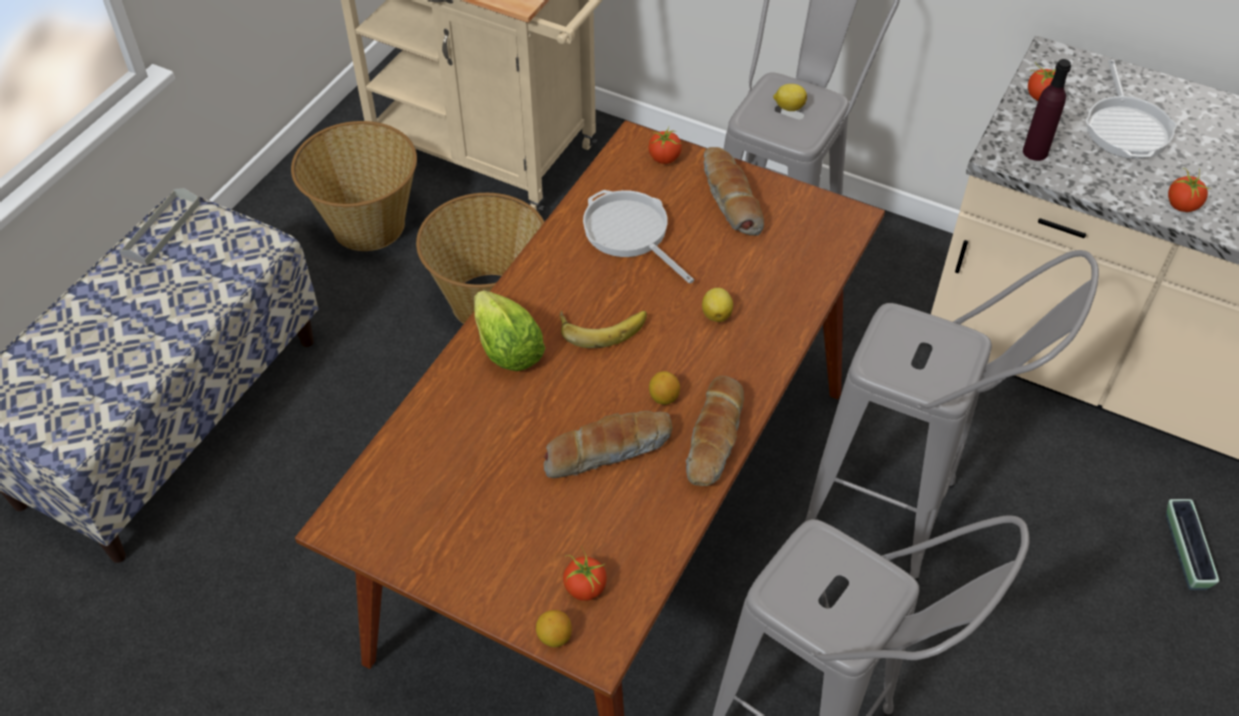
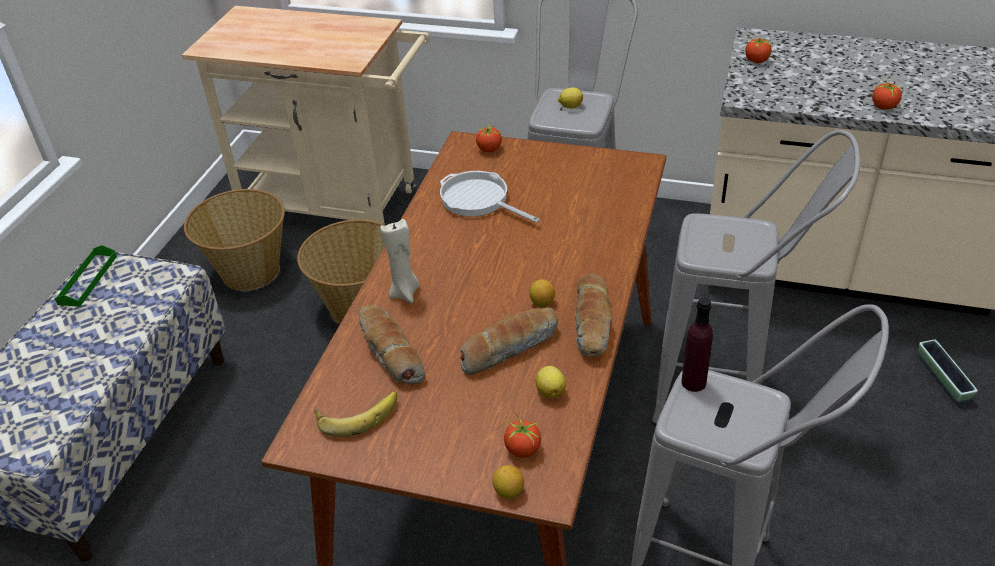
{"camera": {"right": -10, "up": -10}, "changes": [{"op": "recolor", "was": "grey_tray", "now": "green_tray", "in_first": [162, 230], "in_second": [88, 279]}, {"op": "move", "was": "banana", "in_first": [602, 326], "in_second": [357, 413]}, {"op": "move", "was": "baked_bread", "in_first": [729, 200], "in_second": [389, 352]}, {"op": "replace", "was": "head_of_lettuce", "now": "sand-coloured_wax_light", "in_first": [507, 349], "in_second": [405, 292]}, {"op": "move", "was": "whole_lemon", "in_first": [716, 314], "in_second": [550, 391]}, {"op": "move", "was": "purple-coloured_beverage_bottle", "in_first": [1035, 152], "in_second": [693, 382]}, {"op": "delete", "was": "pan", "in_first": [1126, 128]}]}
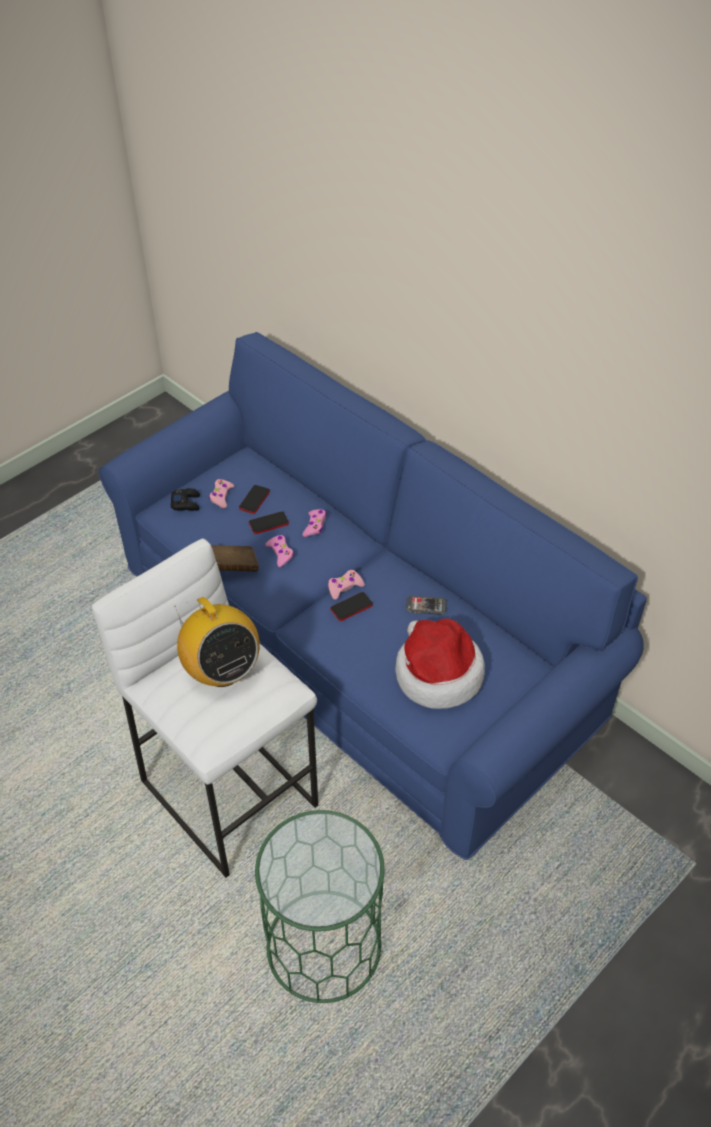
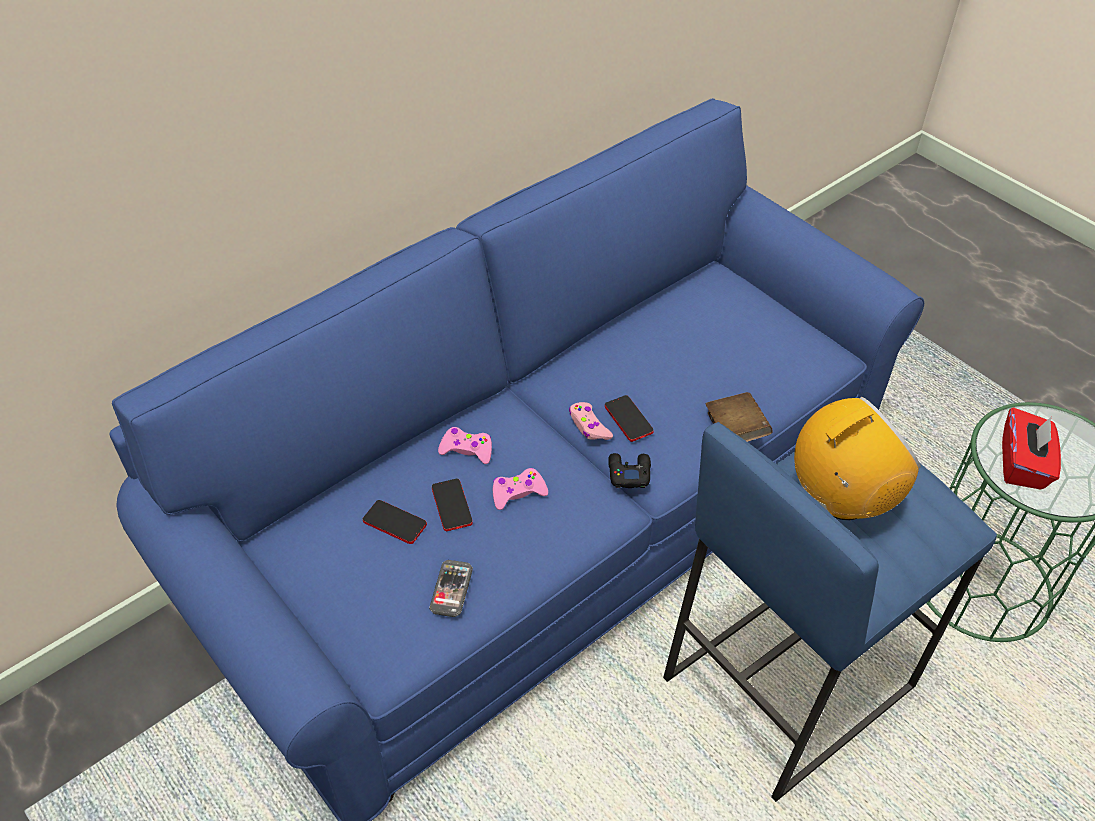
{"camera": {"right": -85, "up": 0}, "changes": [{"op": "move", "was": "handset", "in_first": [426, 606], "in_second": [451, 589]}, {"op": "move", "was": "blackish_game_controller", "in_first": [186, 503], "in_second": [628, 473]}, {"op": "recolor", "was": "whitish_stool", "now": "bluish_stool", "in_first": [230, 792], "in_second": [787, 680]}, {"op": "move", "was": "brown-coloured_bound_book", "in_first": [233, 567], "in_second": [735, 431]}, {"op": "insert", "now": "red_tissue_box", "in_second": [1023, 465]}, {"op": "delete", "was": "pink_game_controller", "in_first": [221, 496]}, {"op": "delete", "was": "clothing_hat", "in_first": [437, 674]}]}
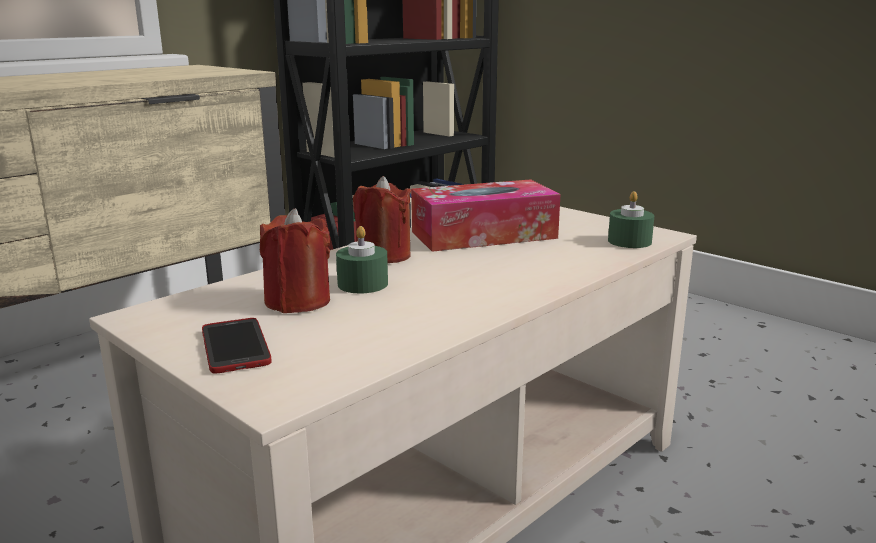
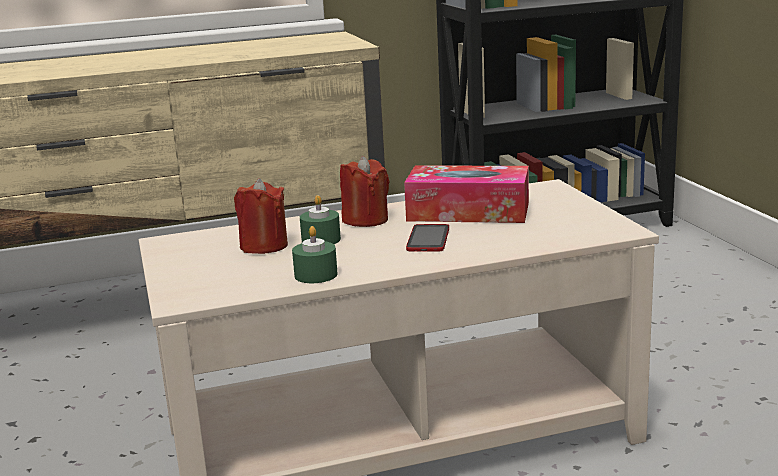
{"camera": {"right": 30, "up": 0}, "changes": [{"op": "move", "was": "green_wax_light", "in_first": [629, 241], "in_second": [316, 275]}, {"op": "move", "was": "handset", "in_first": [235, 347], "in_second": [428, 239]}]}
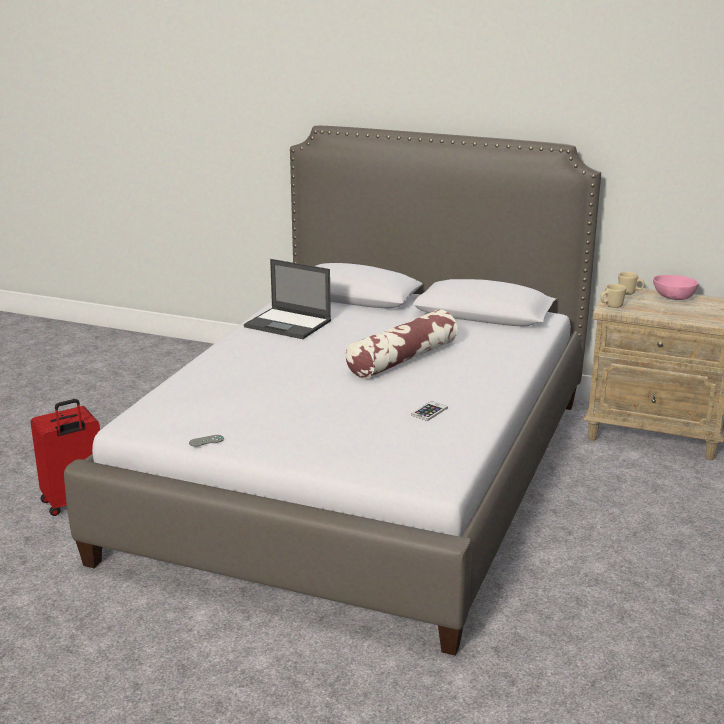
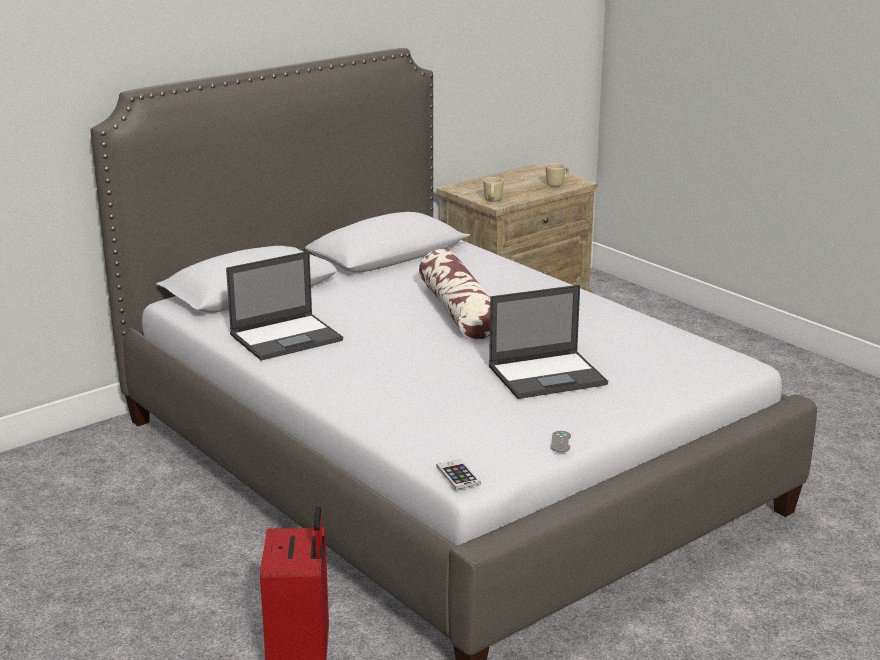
{"camera": {"right": -60, "up": 0}, "changes": [{"op": "move", "was": "handset", "in_first": [429, 411], "in_second": [458, 475]}, {"op": "insert", "now": "laptop", "in_second": [548, 375]}, {"op": "move", "was": "sand-coloured_coffee_mug", "in_first": [630, 293], "in_second": [557, 184]}, {"op": "delete", "was": "pink_bowl", "in_first": [674, 297]}]}
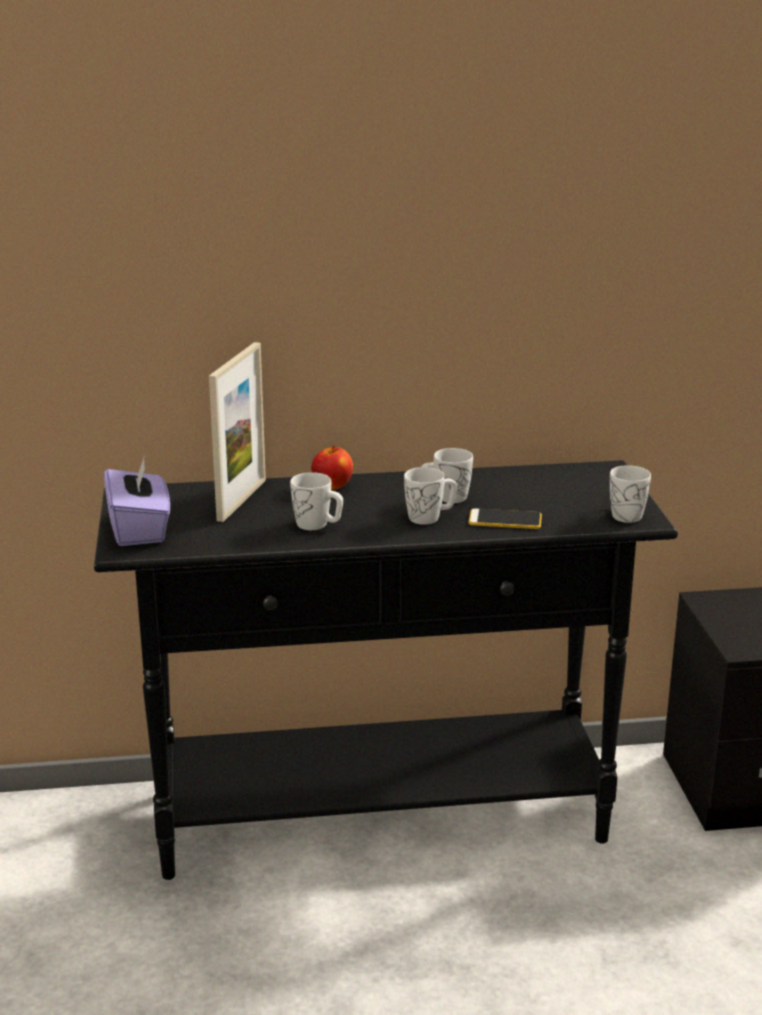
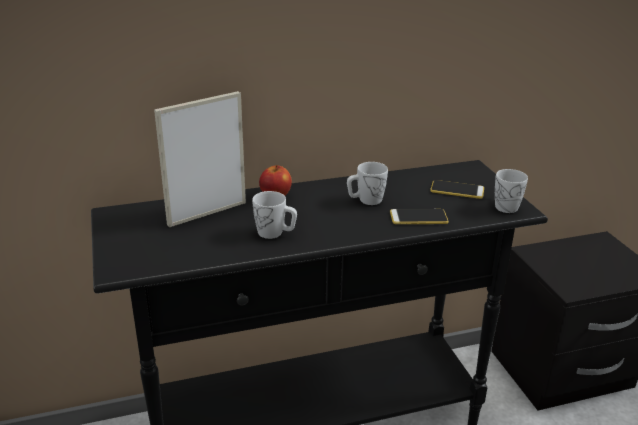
{"camera": {"right": -10, "up": 5}, "changes": [{"op": "rotate", "was": "photo_frame", "in_first": [242, 500], "in_second": [207, 213], "clockwise": -135}, {"op": "insert", "now": "handset", "in_second": [457, 190]}, {"op": "delete", "was": "purple-coloured_tissue_box", "in_first": [140, 529]}, {"op": "delete", "was": "whitish_coffee_mug", "in_first": [430, 517]}]}
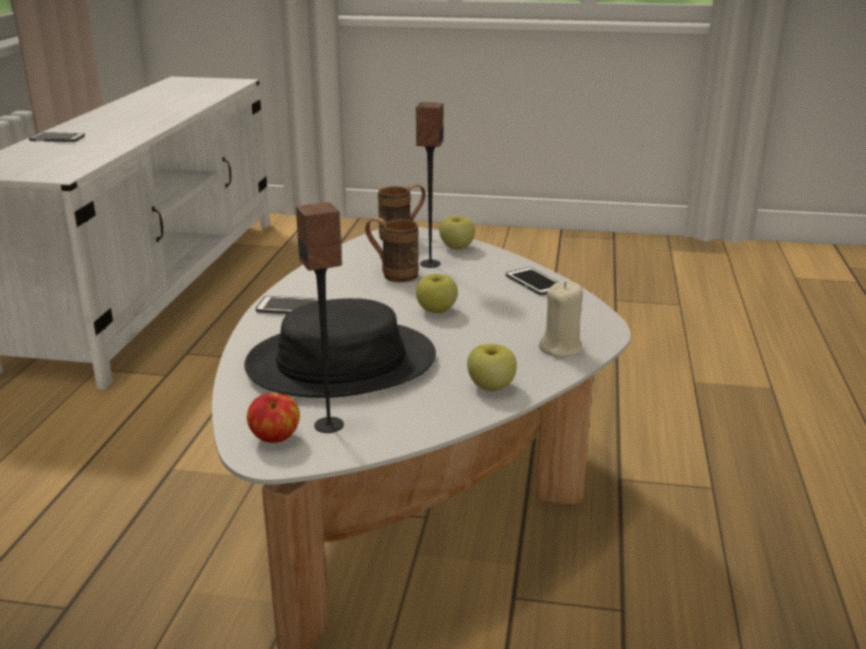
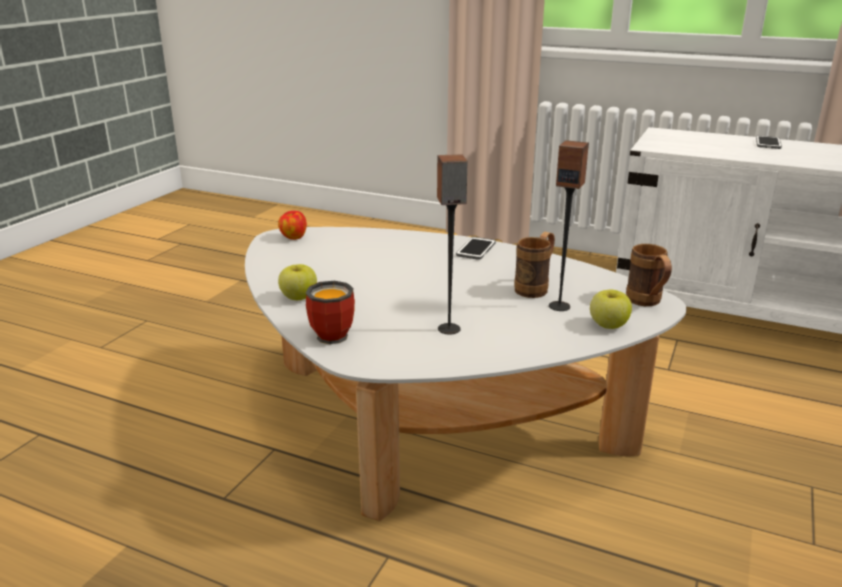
{"camera": {"right": 105, "up": 0}, "changes": [{"op": "replace", "was": "sand-coloured_wax_light", "now": "coffee_mug", "in_first": [561, 348], "in_second": [337, 334]}, {"op": "move", "was": "audio_speaker", "in_first": [329, 425], "in_second": [449, 329]}, {"op": "delete", "was": "blackish_clothing_hat", "in_first": [341, 362]}, {"op": "delete", "was": "apple_fruit", "in_first": [436, 310]}, {"op": "delete", "was": "handset", "in_first": [535, 282]}]}
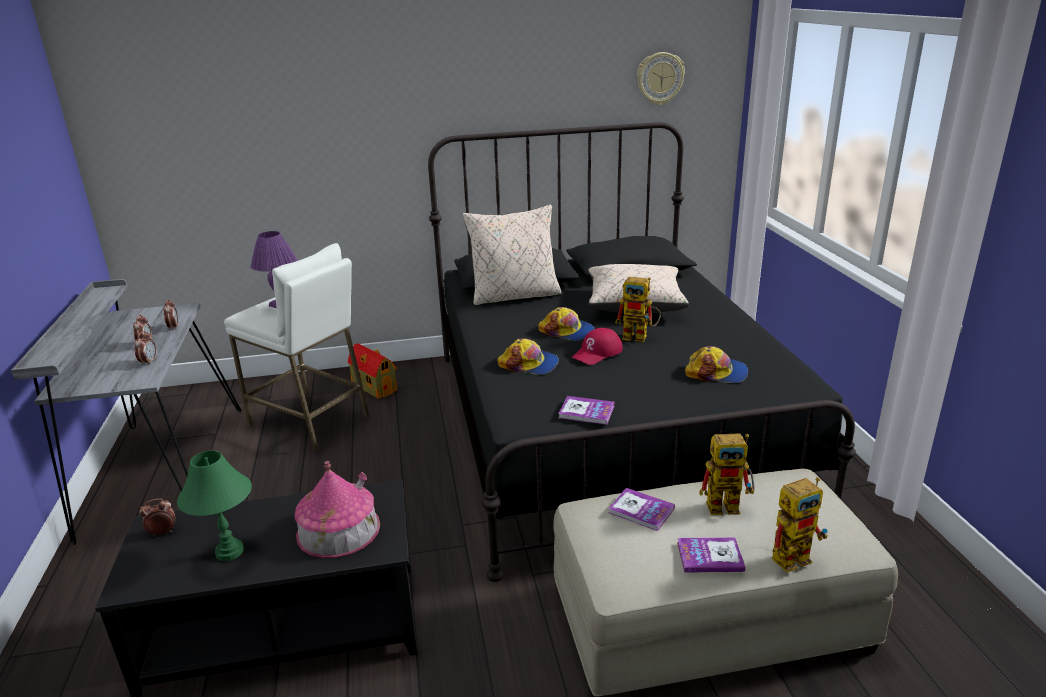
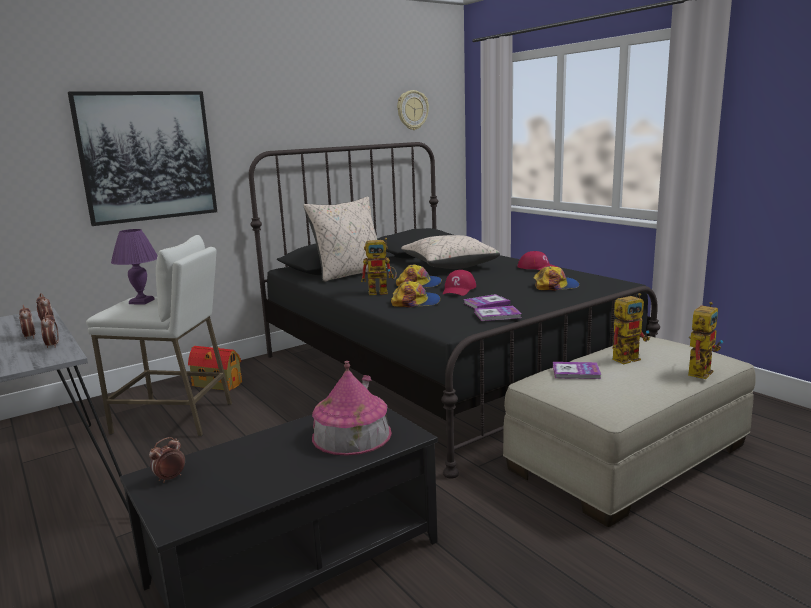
{"camera": {"right": -25, "up": -10}, "changes": [{"op": "insert", "now": "wall_picture", "in_second": [147, 156]}, {"op": "move", "was": "robot_figure", "in_first": [640, 337], "in_second": [382, 292]}, {"op": "move", "was": "bound_book", "in_first": [710, 556], "in_second": [486, 303]}, {"op": "insert", "now": "red_baseball_cap", "in_second": [538, 268]}, {"op": "delete", "was": "green_lamp_for_a_table", "in_first": [230, 551]}]}
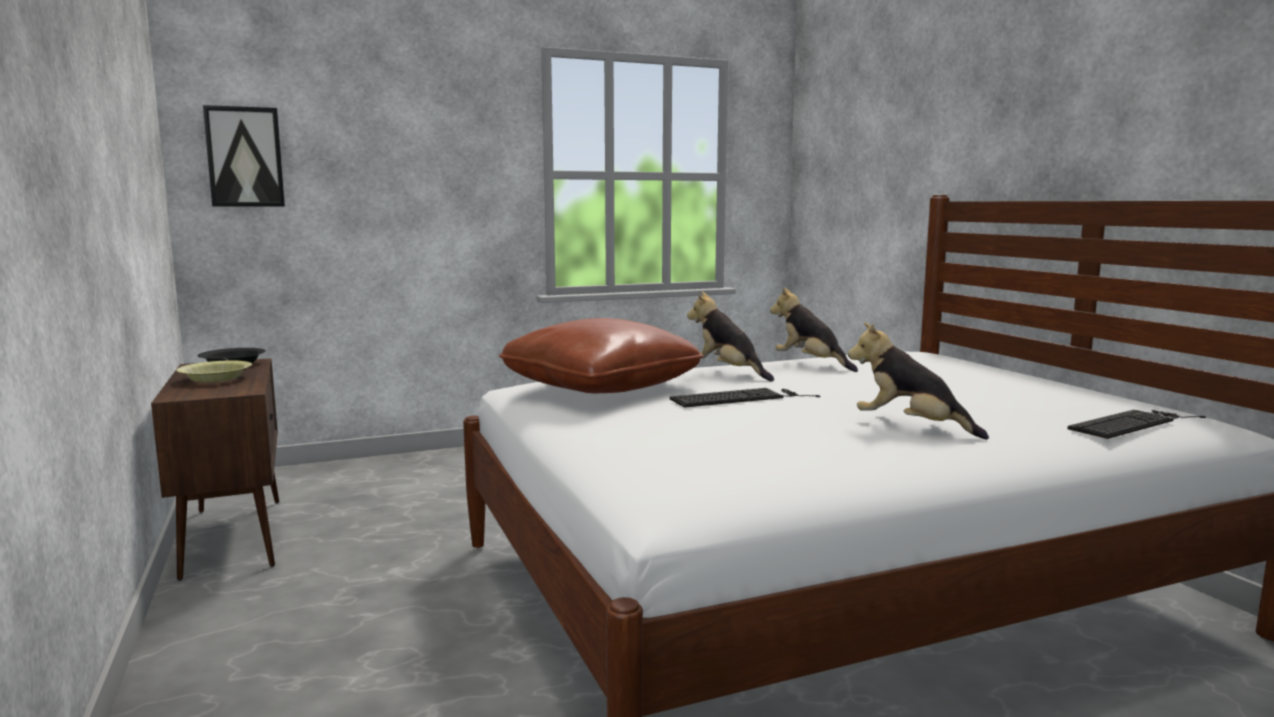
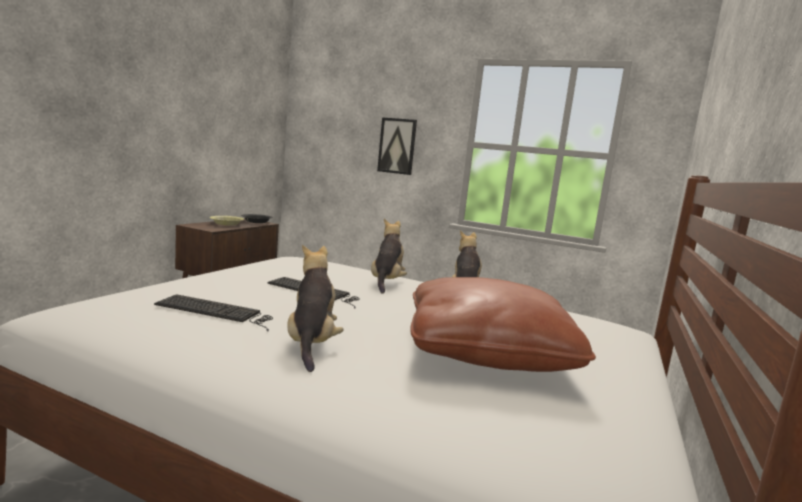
{"camera": {"right": 45, "up": 0}, "changes": [{"op": "move", "was": "keyboard", "in_first": [1132, 423], "in_second": [217, 312]}, {"op": "move", "was": "wall_picture", "in_first": [245, 157], "in_second": [397, 146]}, {"op": "move", "was": "brown-coloured_cushion", "in_first": [600, 387], "in_second": [486, 351]}]}
